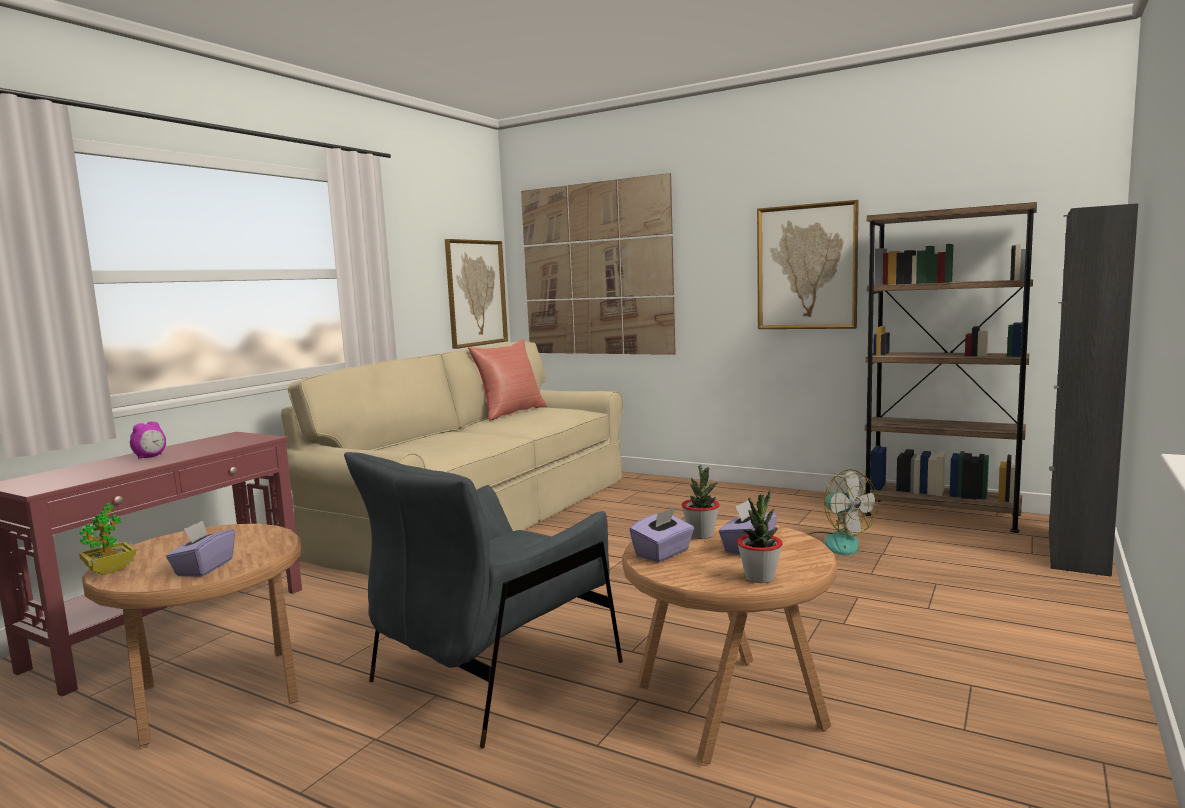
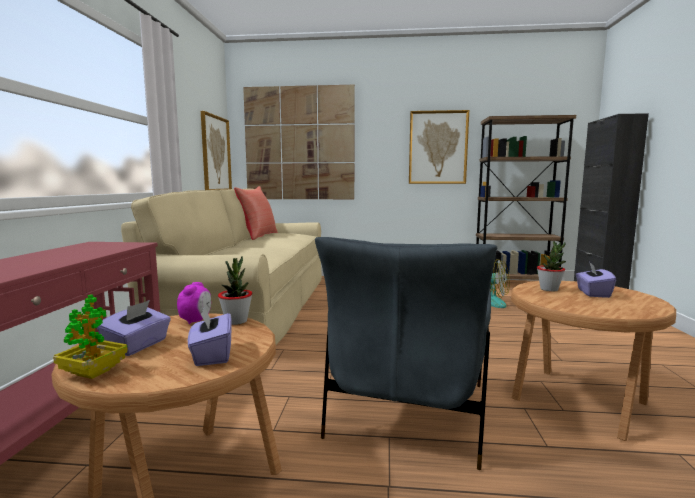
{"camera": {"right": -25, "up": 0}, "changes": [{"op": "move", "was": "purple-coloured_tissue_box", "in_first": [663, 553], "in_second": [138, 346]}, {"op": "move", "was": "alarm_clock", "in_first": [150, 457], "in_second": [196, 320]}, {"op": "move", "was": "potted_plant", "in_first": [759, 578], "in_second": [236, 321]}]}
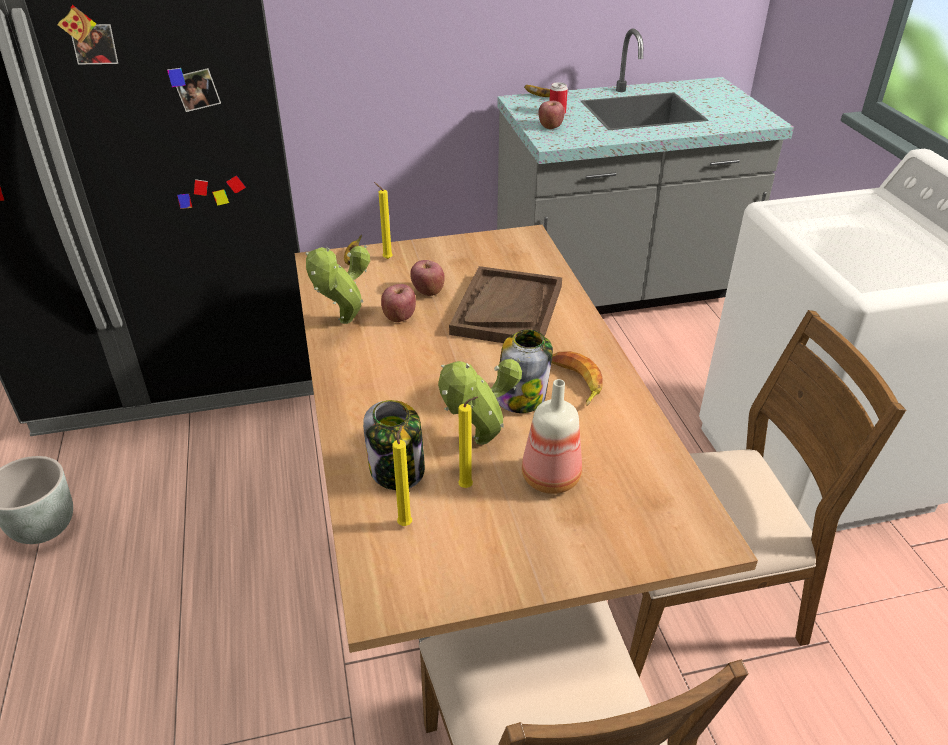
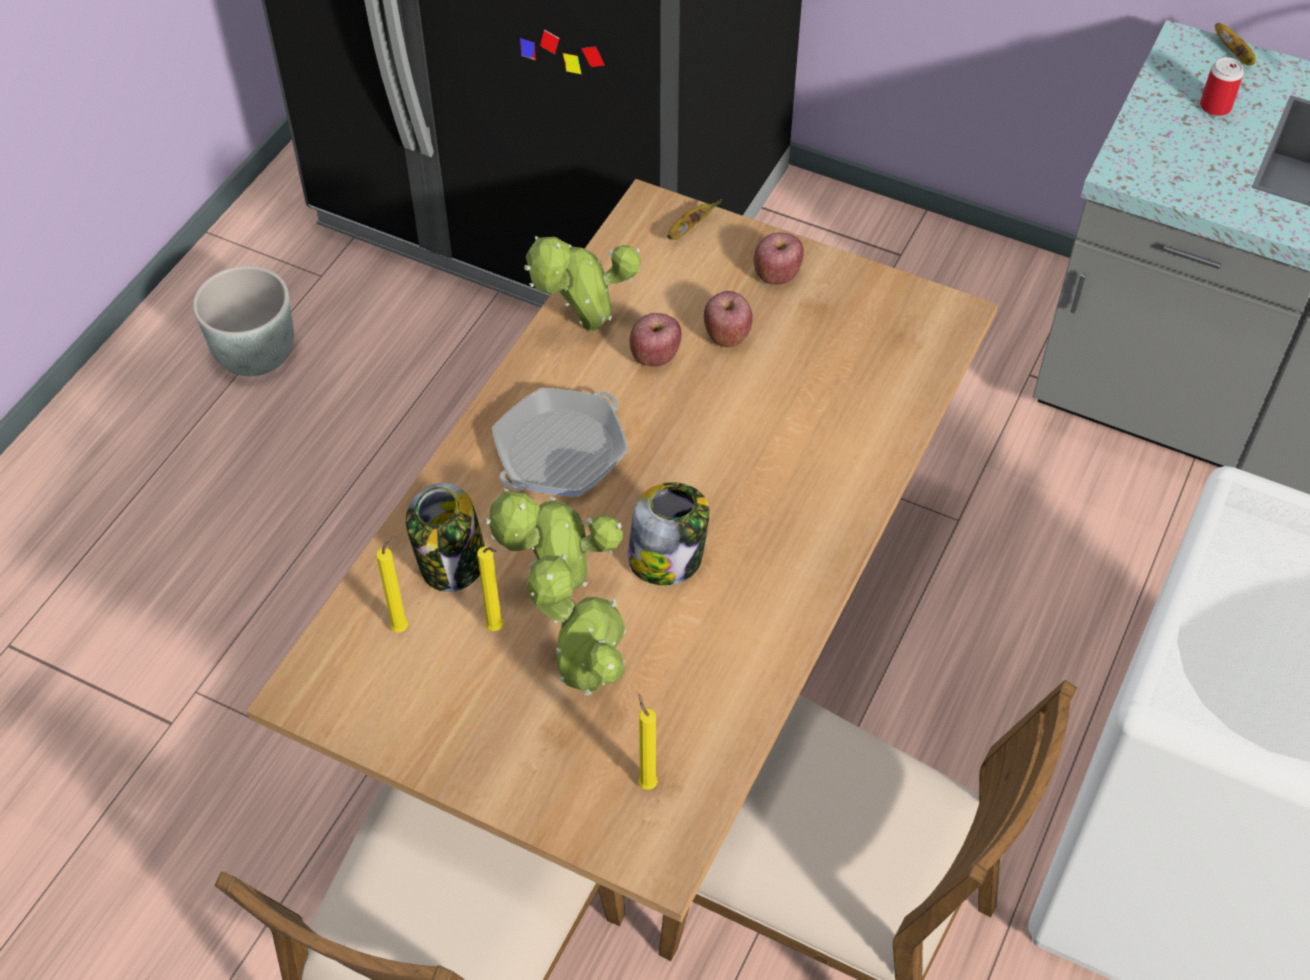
{"camera": {"right": 40, "up": 15}, "changes": [{"op": "insert", "now": "pan", "in_second": [560, 452]}, {"op": "replace", "was": "beverage_bottle", "now": "potted_plant", "in_first": [550, 479], "in_second": [584, 678]}, {"op": "move", "was": "yellowish_wax_light", "in_first": [386, 258], "in_second": [646, 782]}, {"op": "move", "was": "apple_fruit", "in_first": [550, 126], "in_second": [777, 275]}, {"op": "delete", "was": "brown-coloured_tray", "in_first": [507, 309]}, {"op": "delete", "was": "banana", "in_first": [574, 381]}]}
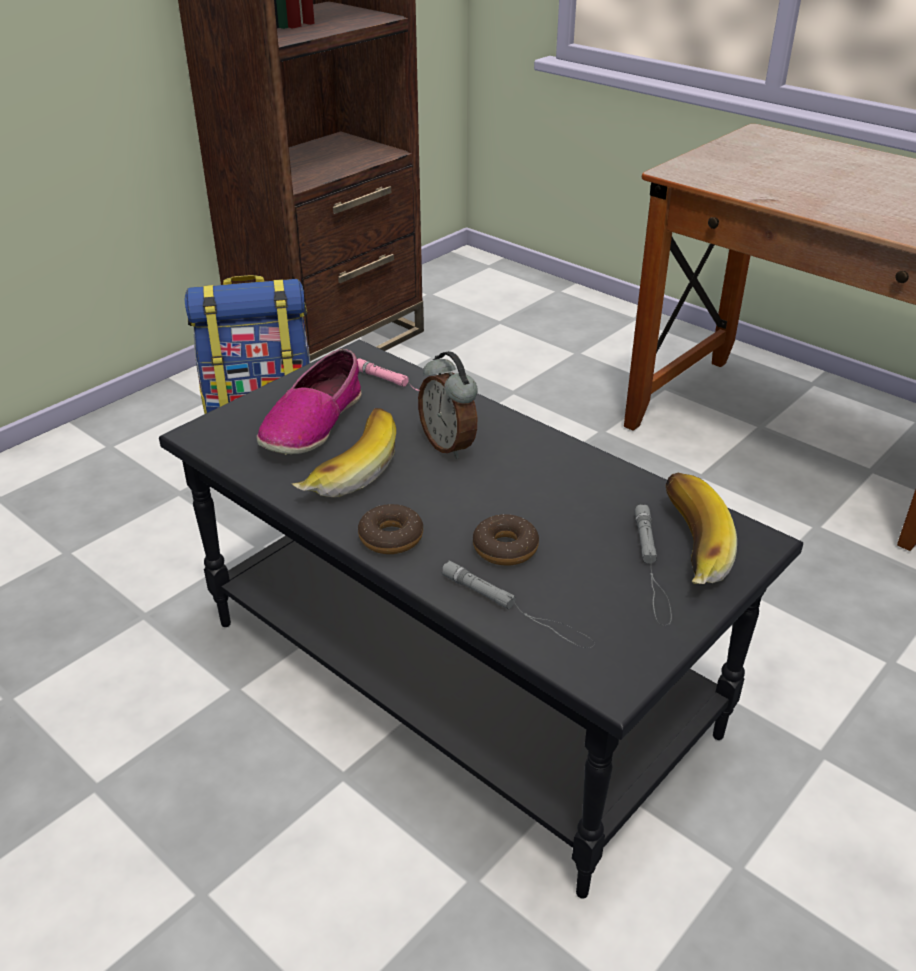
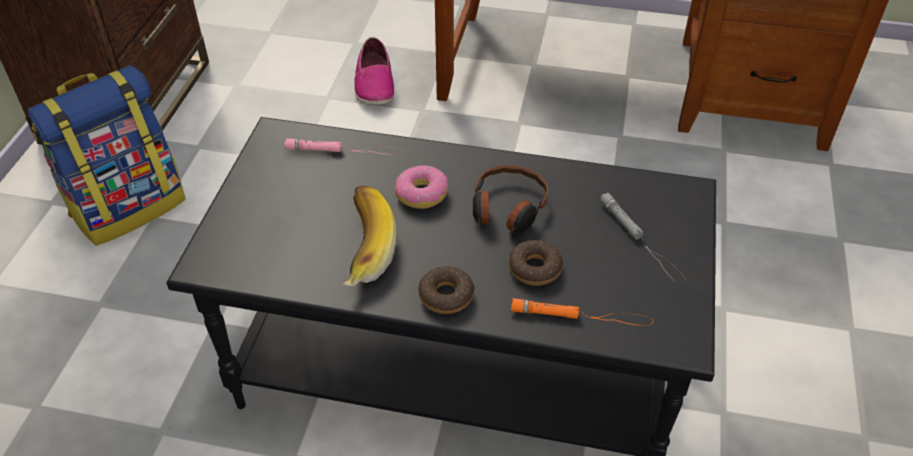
{"camera": {"right": -30, "up": 10}, "changes": [{"op": "move", "was": "low_shoe", "in_first": [313, 423], "in_second": [374, 84]}, {"op": "replace", "was": "alarm_clock", "now": "donut", "in_first": [449, 445], "in_second": [422, 194]}, {"op": "insert", "now": "headphones", "in_second": [507, 209]}, {"op": "recolor", "was": "grey_torch", "now": "orange_torch", "in_first": [516, 609], "in_second": [581, 315]}, {"op": "delete", "was": "banana", "in_first": [684, 547]}]}
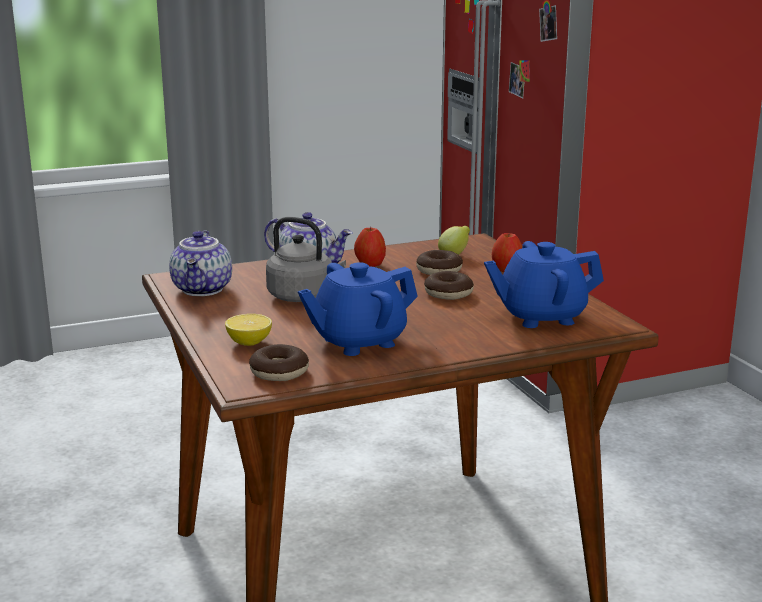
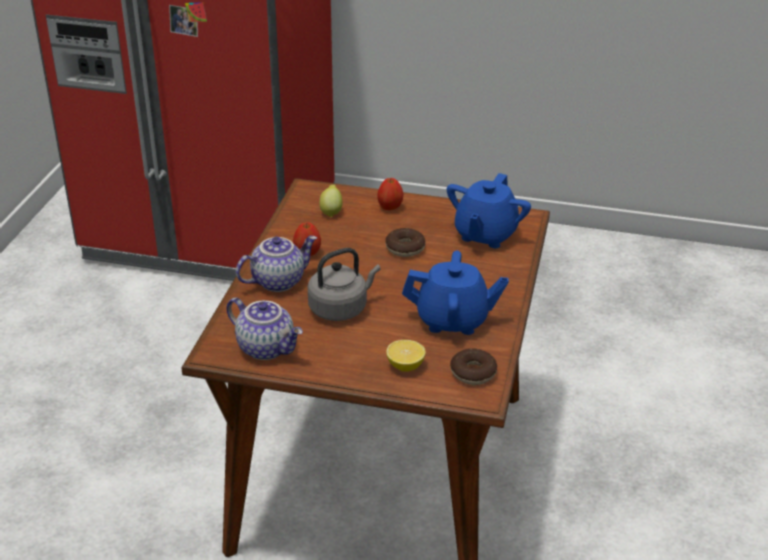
{"camera": {"right": -55, "up": 15}, "changes": [{"op": "rotate", "was": "bluish_pot_for_tea", "in_first": [358, 342], "in_second": [453, 320], "clockwise": -90}, {"op": "delete", "was": "donut", "in_first": [439, 270]}]}
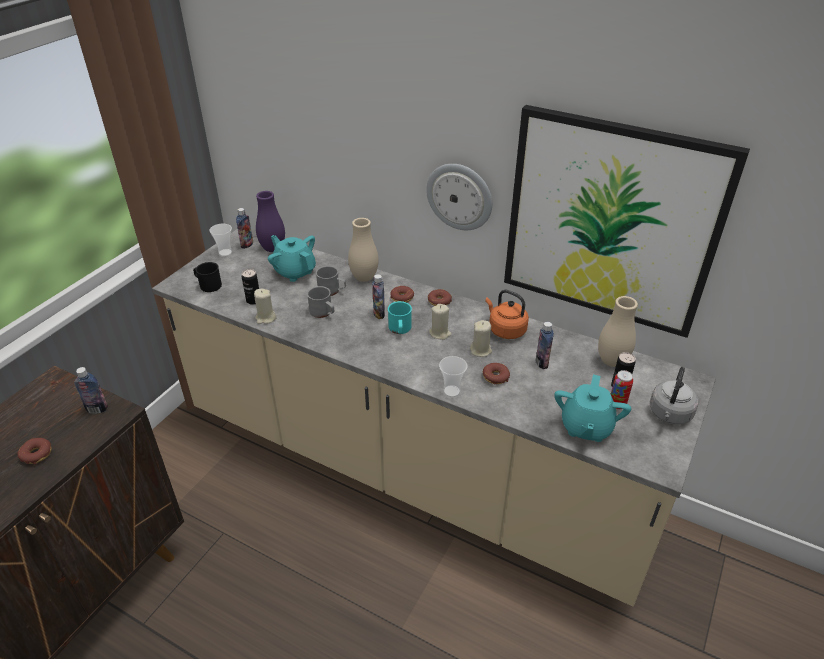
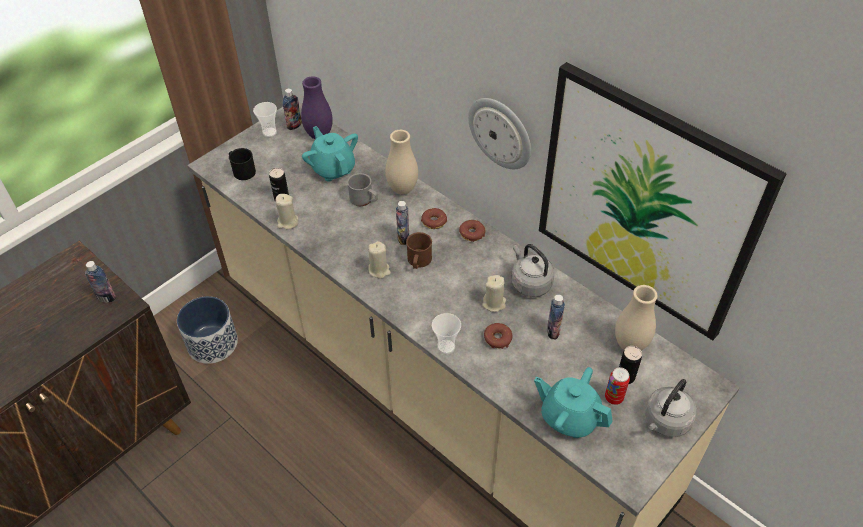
{"camera": {"right": 15, "up": 10}, "changes": [{"op": "insert", "now": "plant_pot", "in_second": [213, 343]}, {"op": "move", "was": "sand-coloured_wax_light", "in_first": [440, 333], "in_second": [379, 270]}, {"op": "recolor", "was": "blue-green_coffee_mug", "now": "brown-coloured_coffee_mug", "in_first": [400, 329], "in_second": [418, 261]}, {"op": "recolor", "was": "orange_water_kettle", "now": "grey_water_kettle", "in_first": [505, 330], "in_second": [529, 283]}, {"op": "rotate", "was": "blue-green_pot_for_tea", "in_first": [586, 427], "in_second": [569, 417], "clockwise": 90}, {"op": "delete", "was": "donut", "in_first": [37, 454]}, {"op": "delete", "was": "grey_coffee_mug", "in_first": [323, 313]}]}
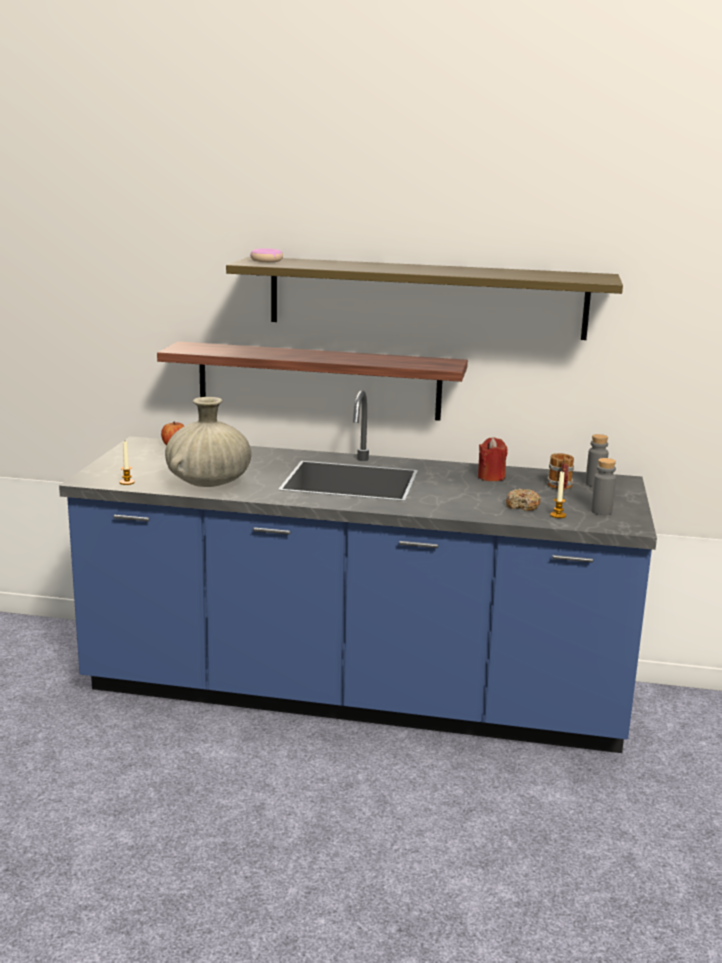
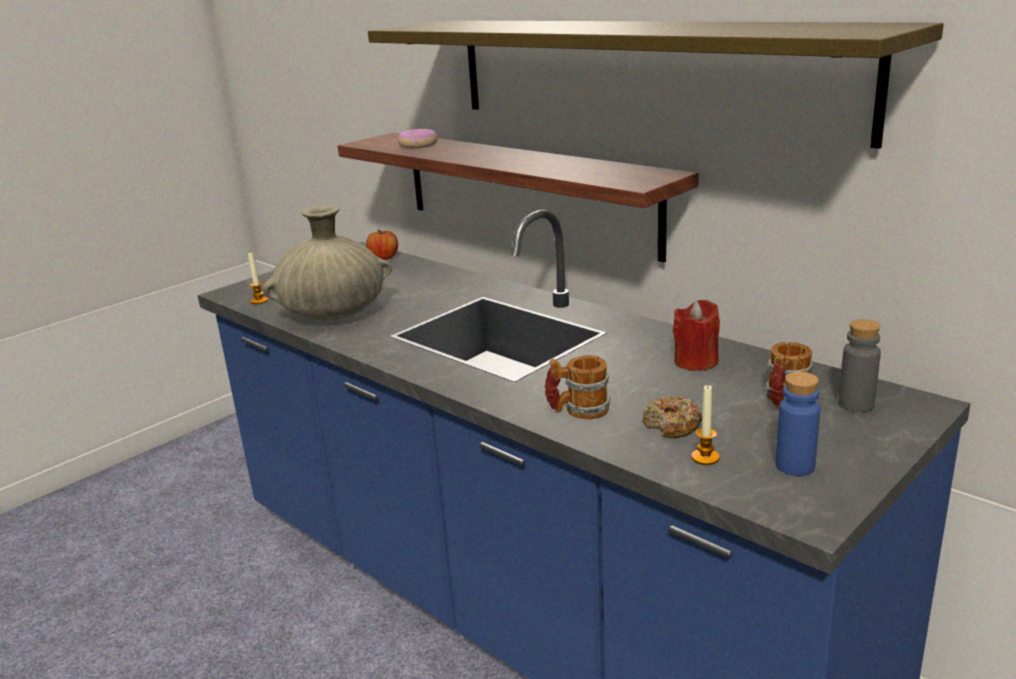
{"camera": {"right": 35, "up": 5}, "changes": [{"op": "move", "was": "donut", "in_first": [266, 261], "in_second": [418, 145]}, {"op": "insert", "now": "coffee_mug", "in_second": [578, 411]}, {"op": "recolor", "was": "grey_beverage_bottle", "now": "bluish_beverage_bottle", "in_first": [601, 511], "in_second": [795, 466]}]}
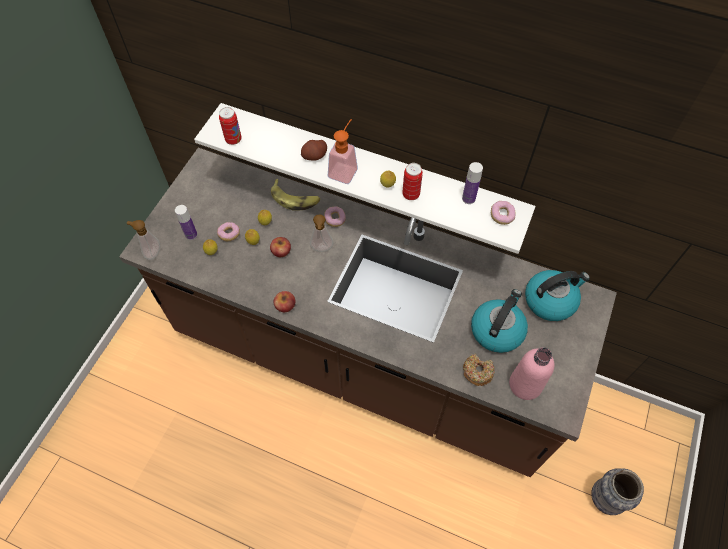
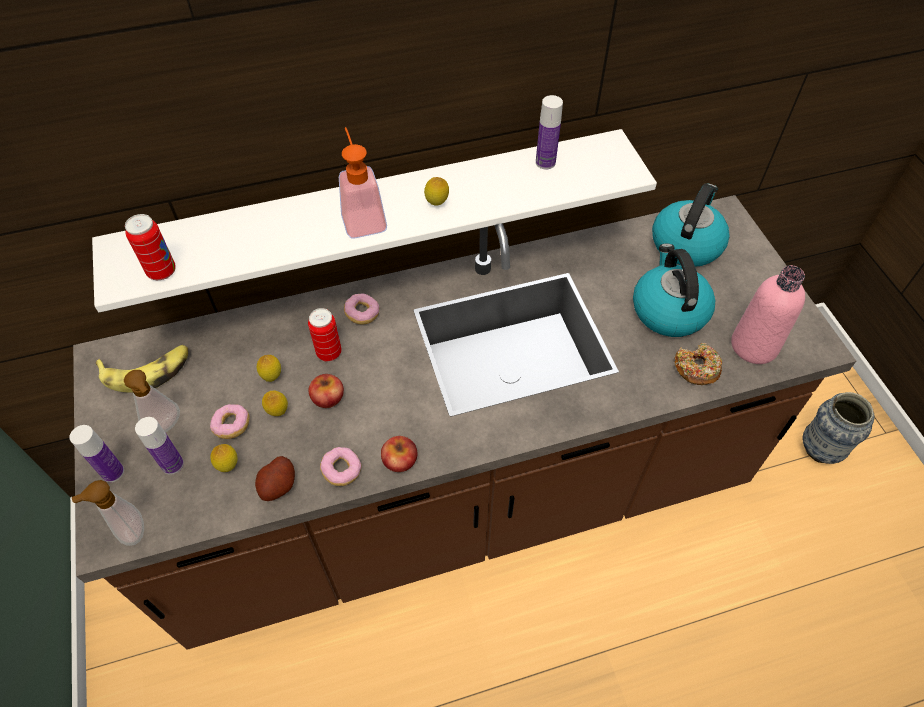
{"camera": {"right": -40, "up": -5}, "changes": [{"op": "insert", "now": "beverage_bottle", "in_second": [113, 472]}, {"op": "move", "was": "banana", "in_first": [295, 199], "in_second": [148, 371]}, {"op": "move", "was": "soap_bottle", "in_first": [322, 249], "in_second": [166, 427]}, {"op": "move", "was": "whole_potato", "in_first": [314, 156], "in_second": [278, 485]}, {"op": "move", "was": "can", "in_first": [411, 194], "in_second": [329, 353]}, {"op": "move", "was": "donut", "in_first": [502, 216], "in_second": [342, 470]}]}
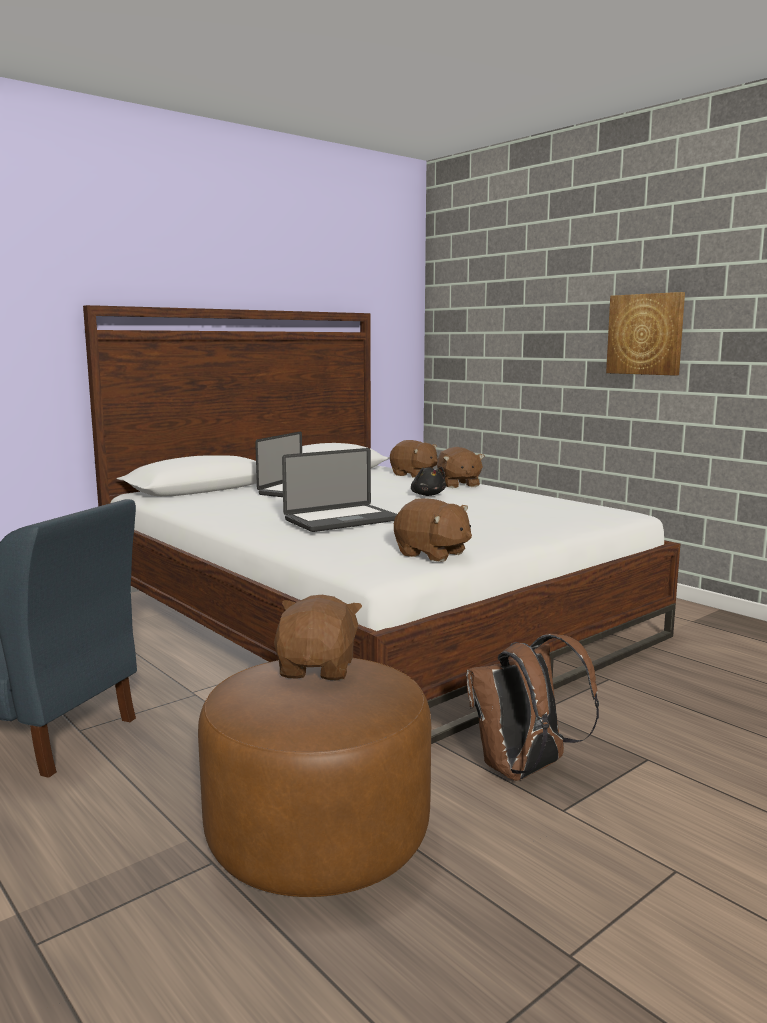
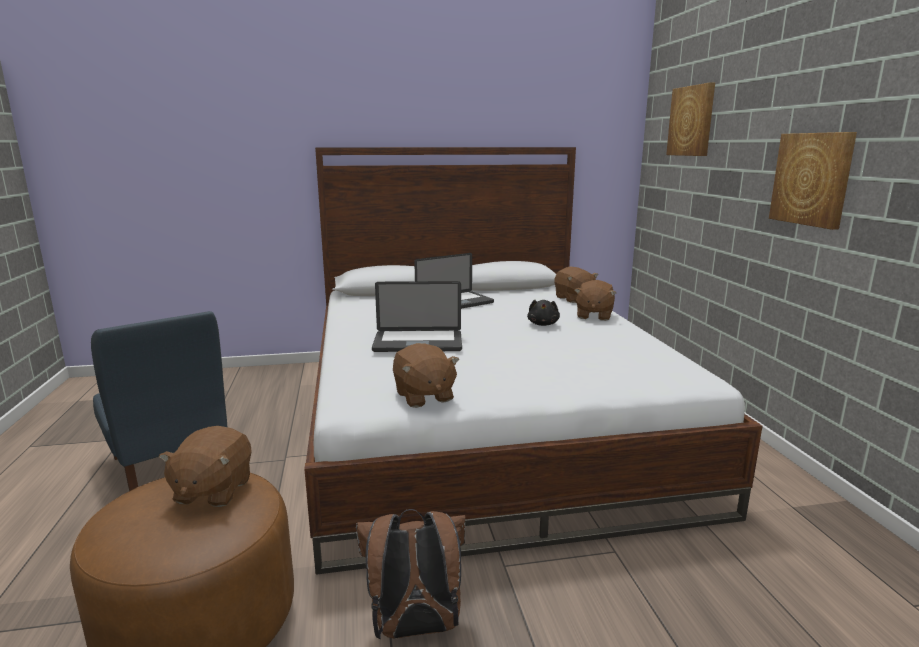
{"camera": {"right": 30, "up": 5}, "changes": [{"op": "rotate", "was": "brown-coloured_plush_toy", "in_first": [318, 669], "in_second": [212, 490], "clockwise": 150}, {"op": "insert", "now": "wall_picture", "in_second": [691, 121]}]}
